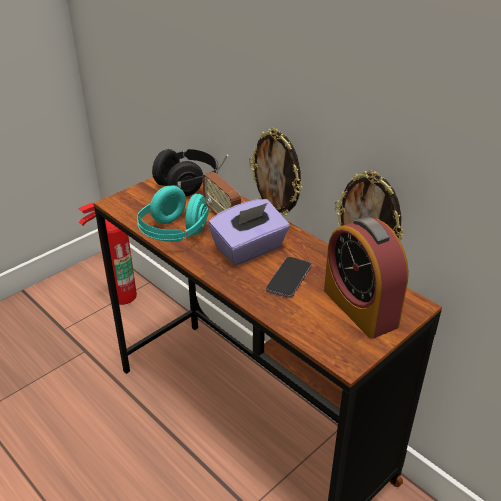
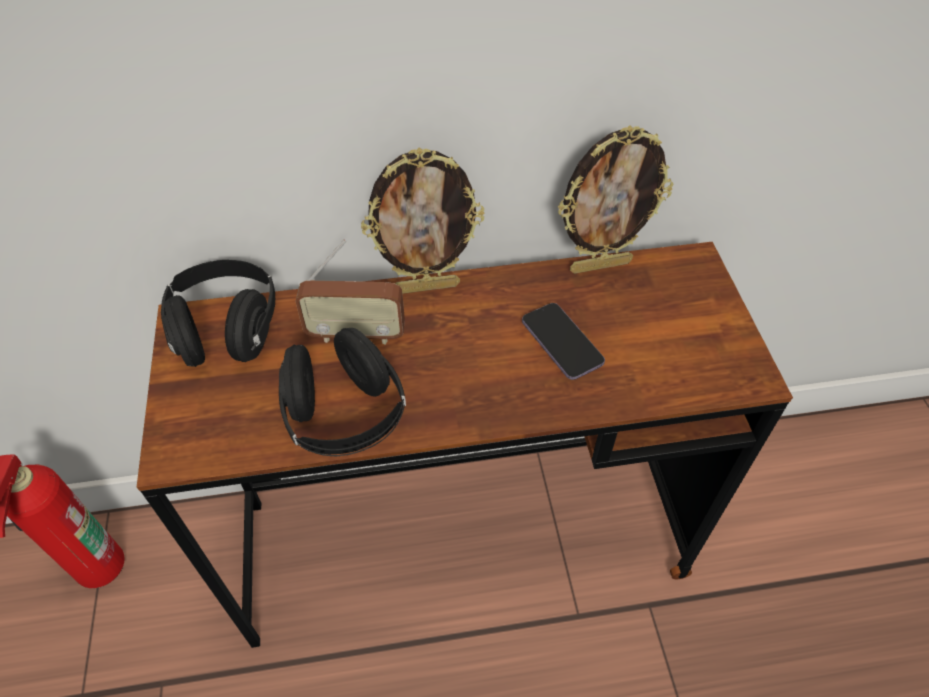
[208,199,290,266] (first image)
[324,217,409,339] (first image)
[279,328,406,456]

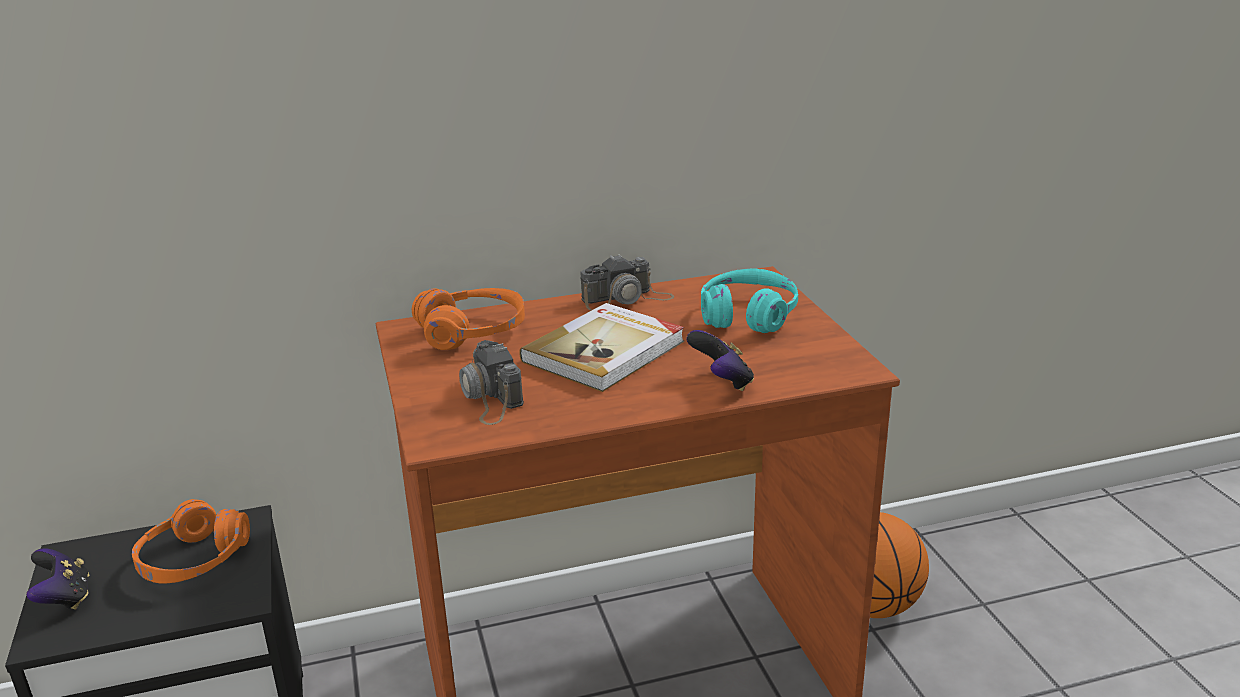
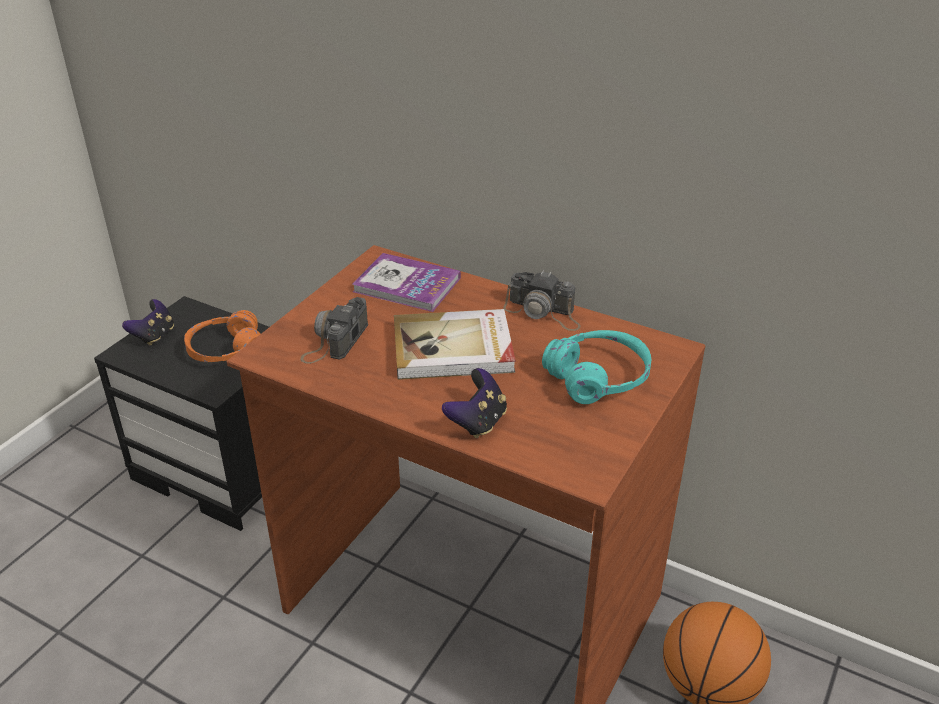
[352,253,461,312]

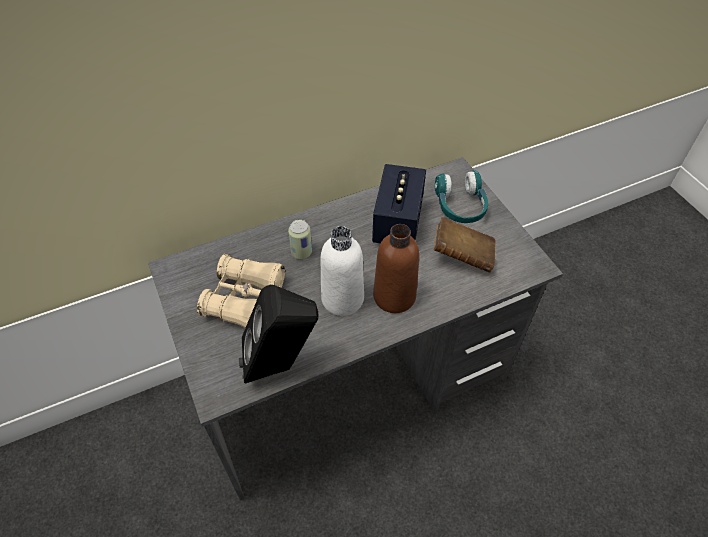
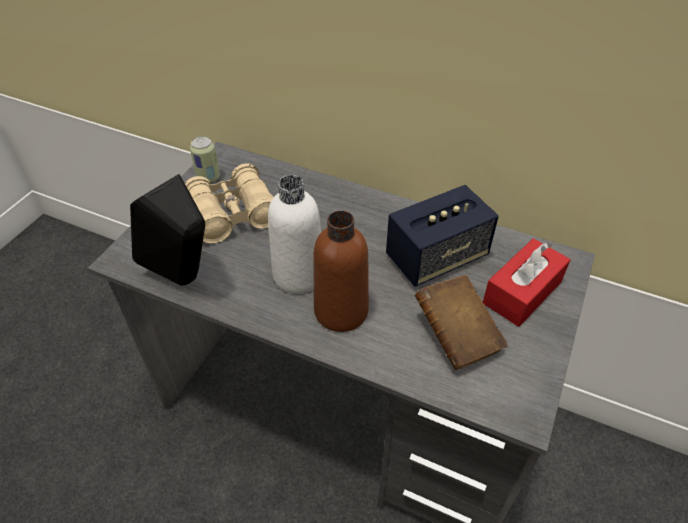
[190,137,220,183]
[483,238,570,327]

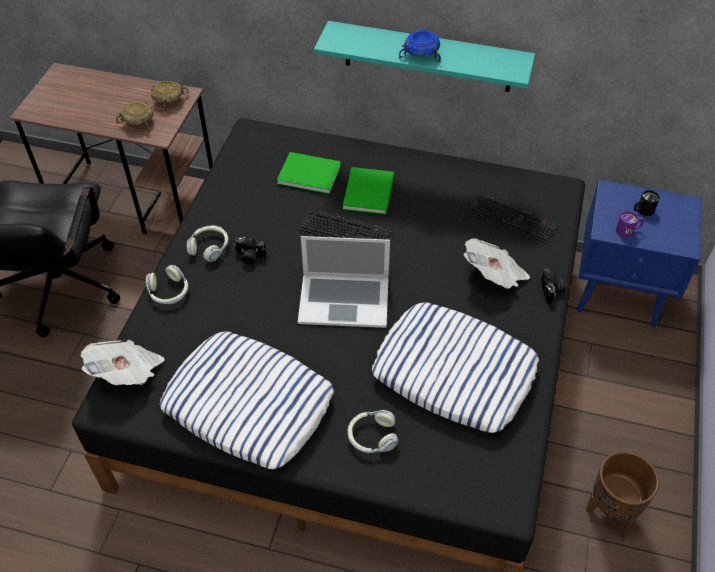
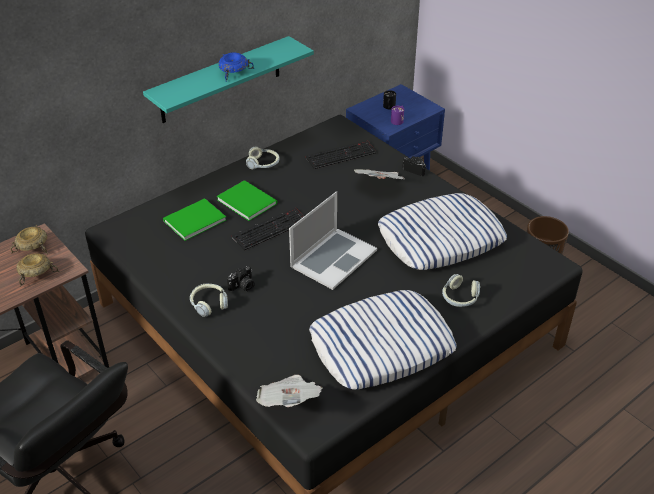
[246,146,279,169]

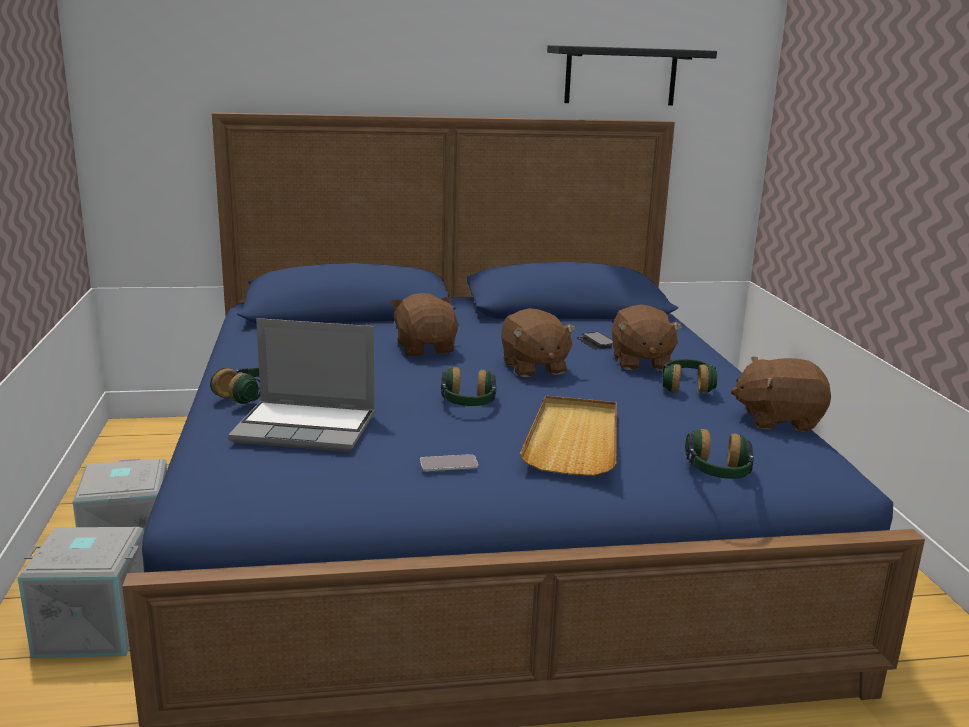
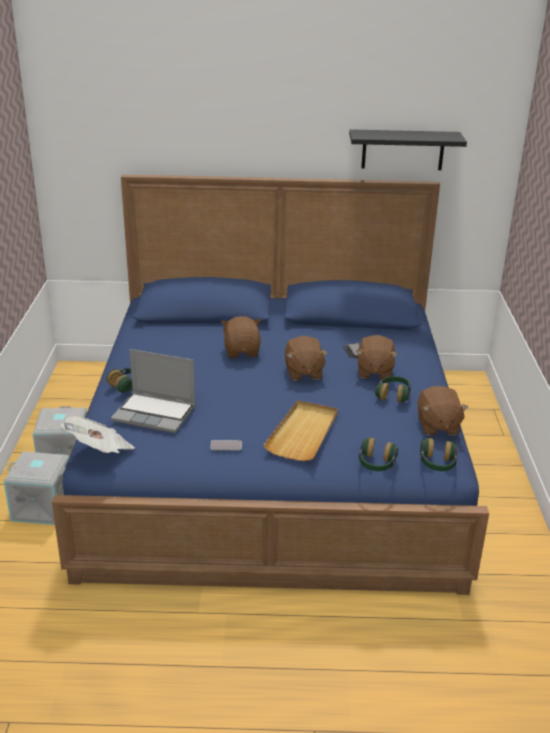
[60,416,135,453]
[420,438,457,471]
[418,386,468,435]

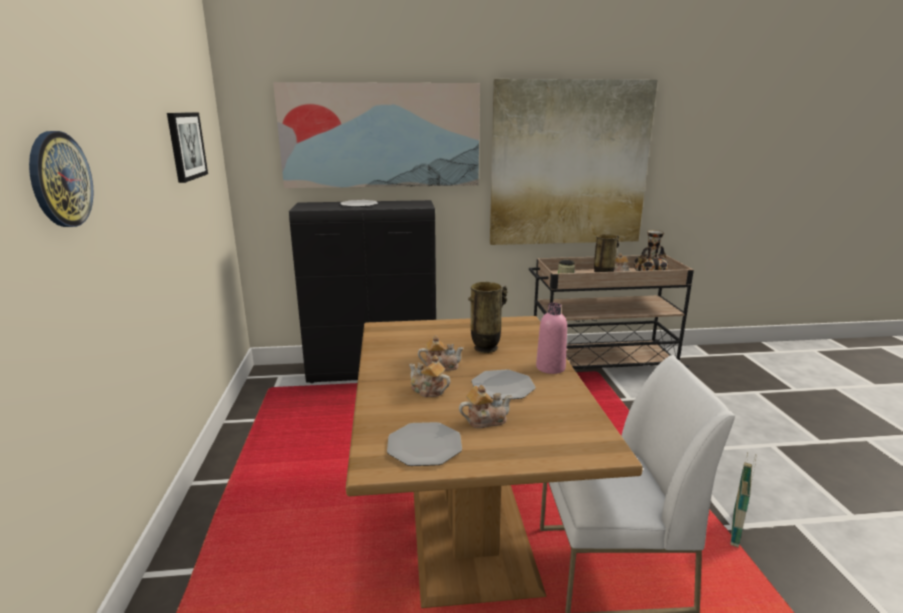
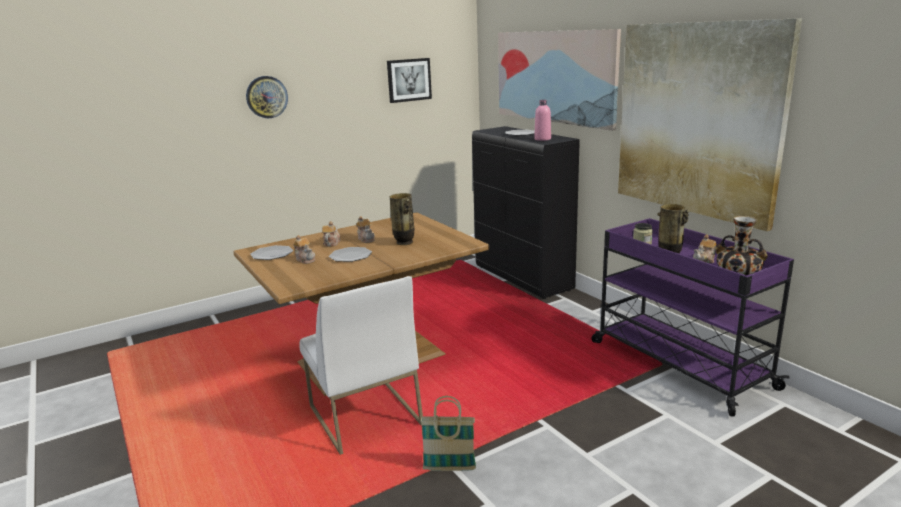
[534,100,551,141]
[591,218,794,416]

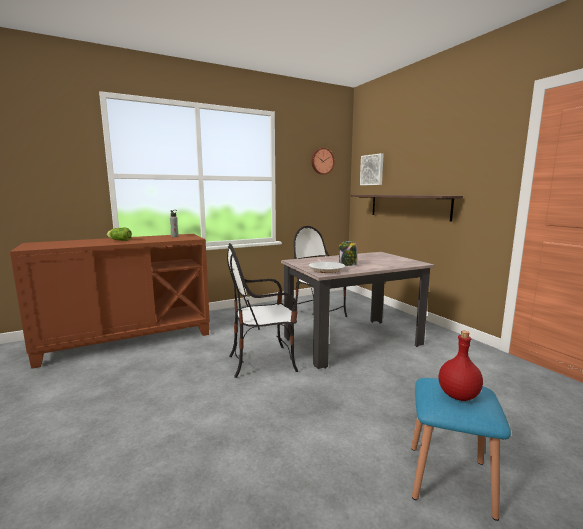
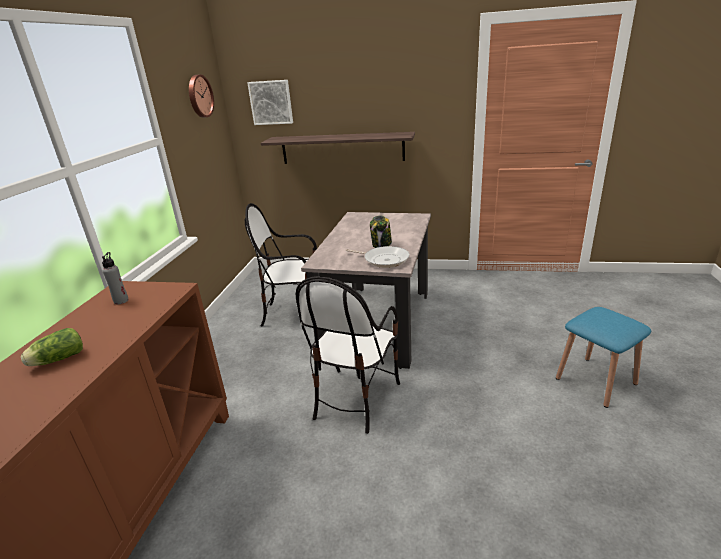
[439,331,483,401] (first image)

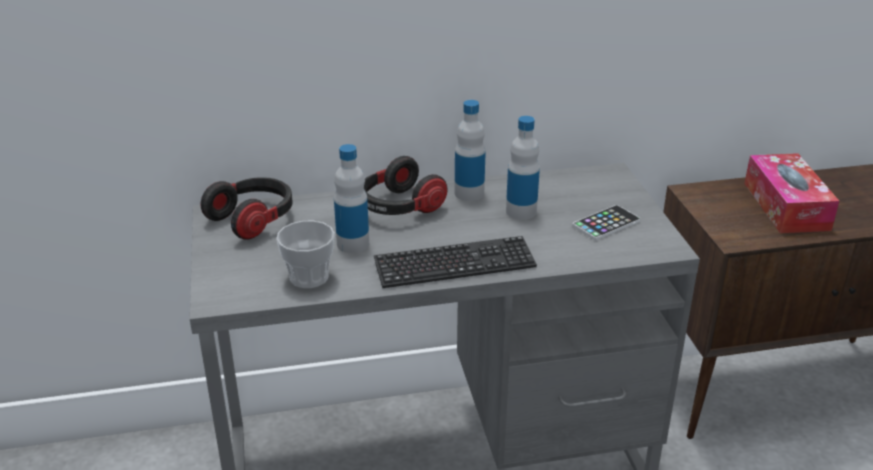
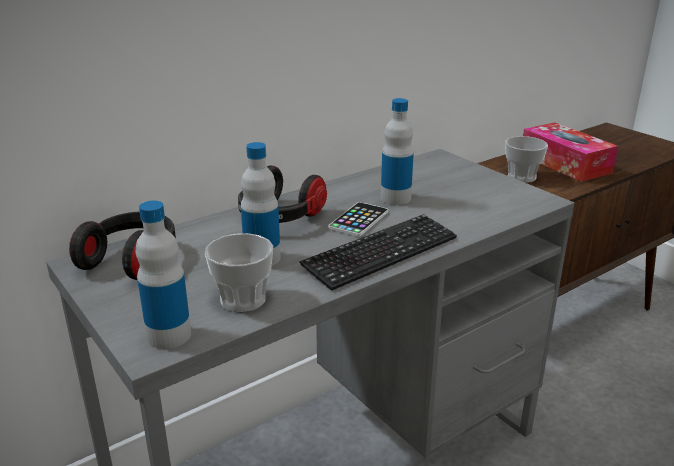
[505,136,548,183]
[136,201,191,349]
[328,202,389,237]

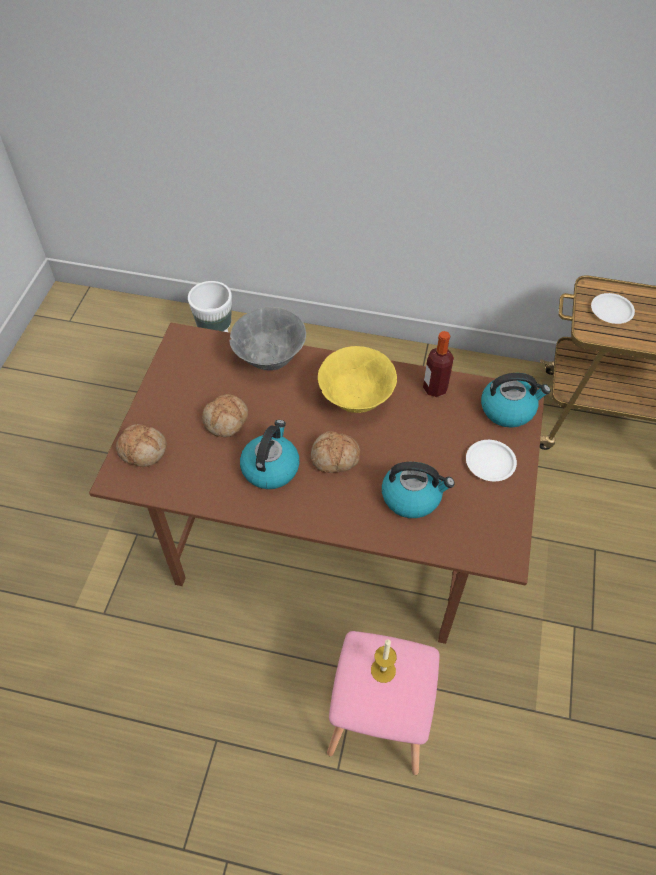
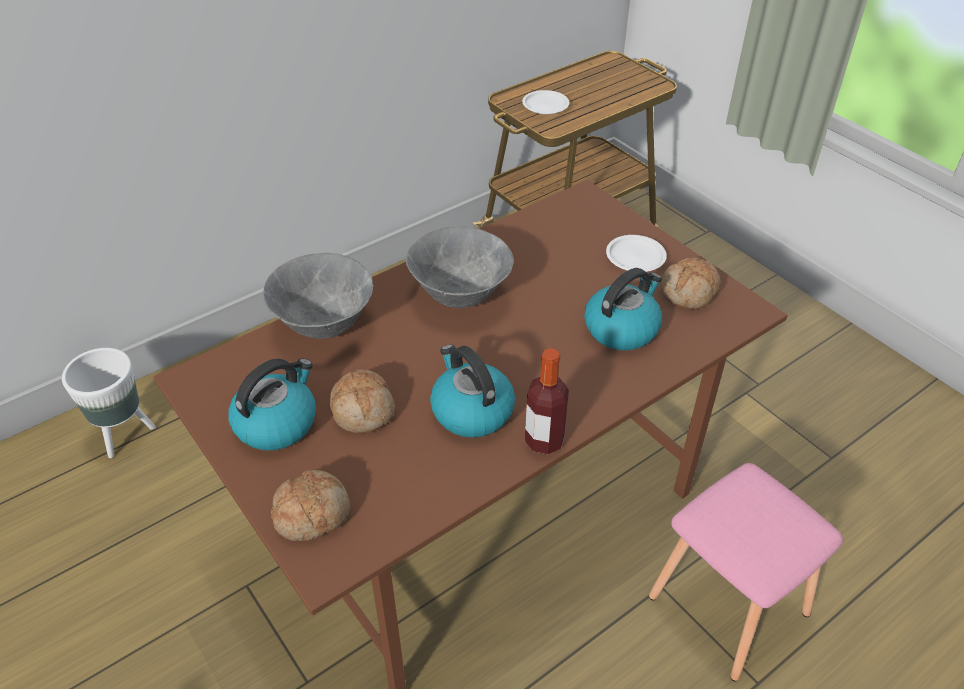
[371,639,397,683] (first image)
[660,258,721,310]
[525,348,569,455]
[228,359,316,450]
[406,226,514,308]

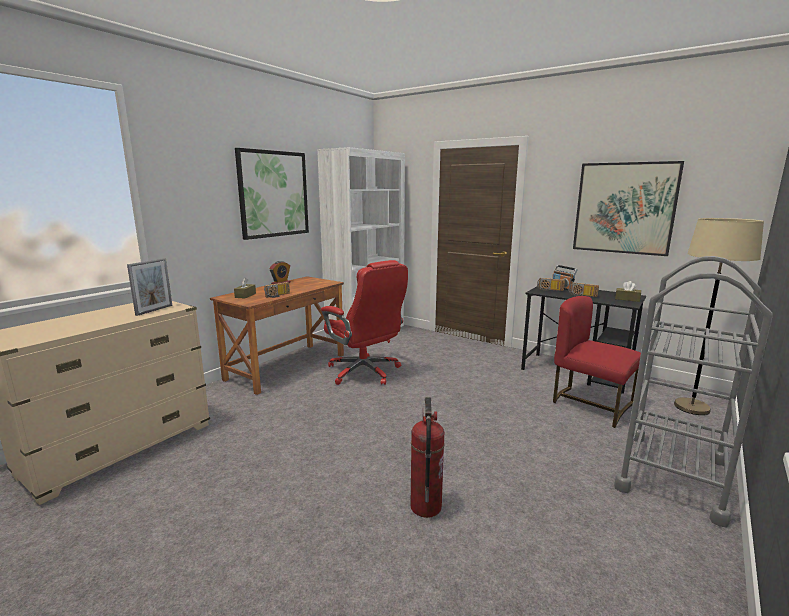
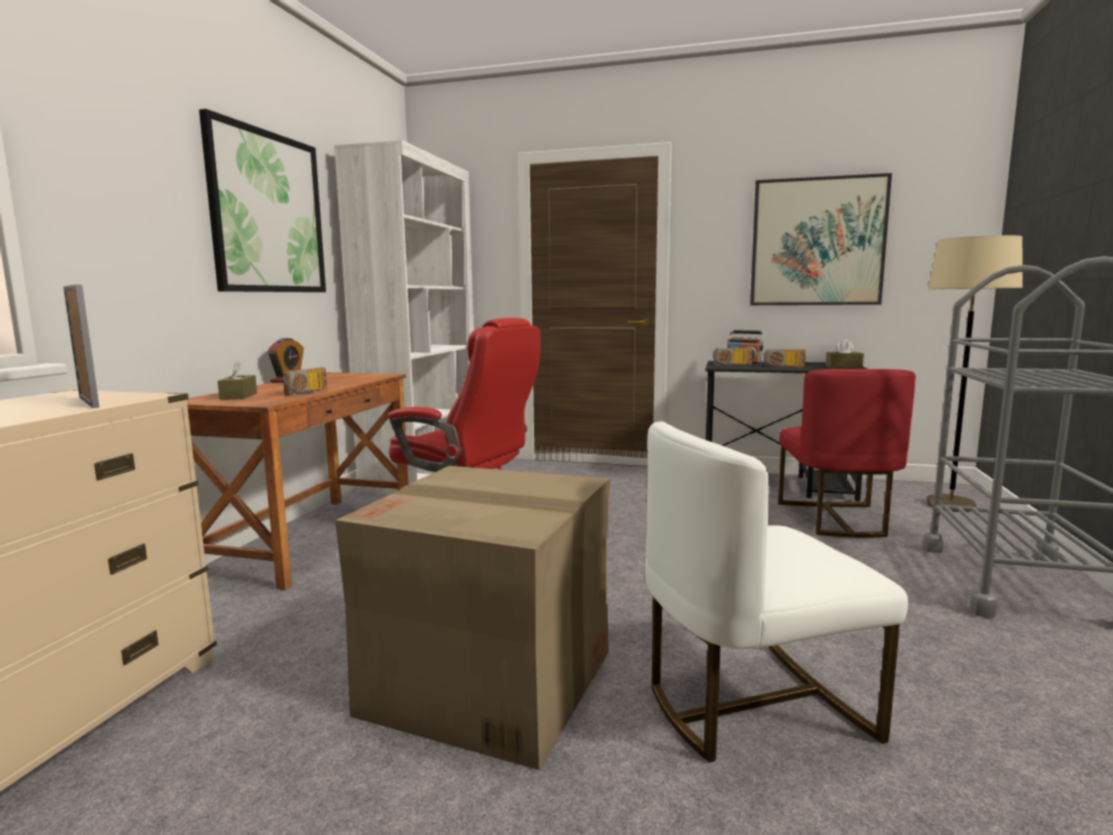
[335,466,610,770]
[645,421,908,763]
[63,284,99,408]
[778,369,916,538]

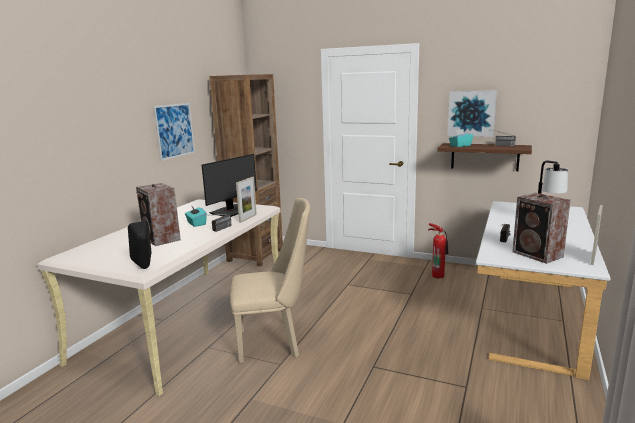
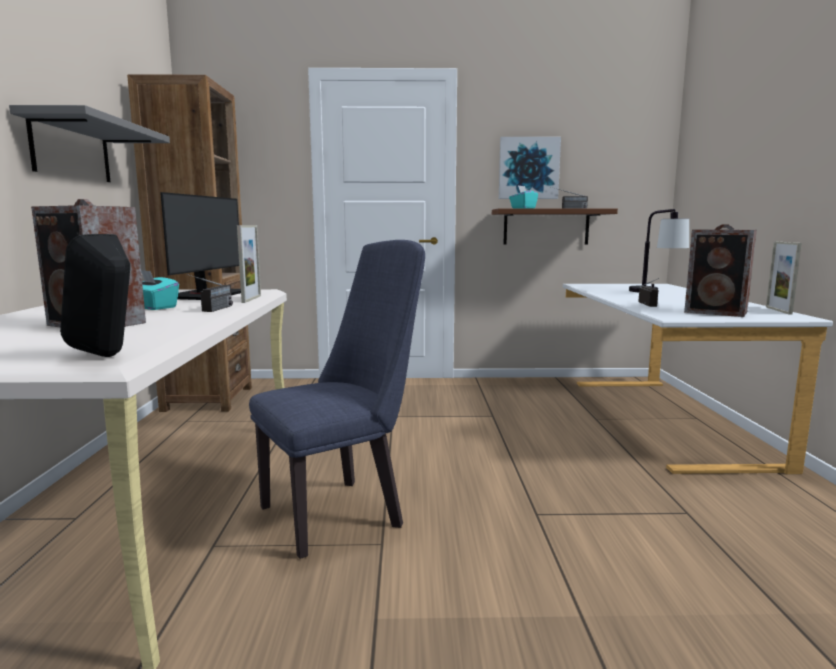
[428,223,448,278] (first image)
[9,105,170,182]
[249,240,425,559]

